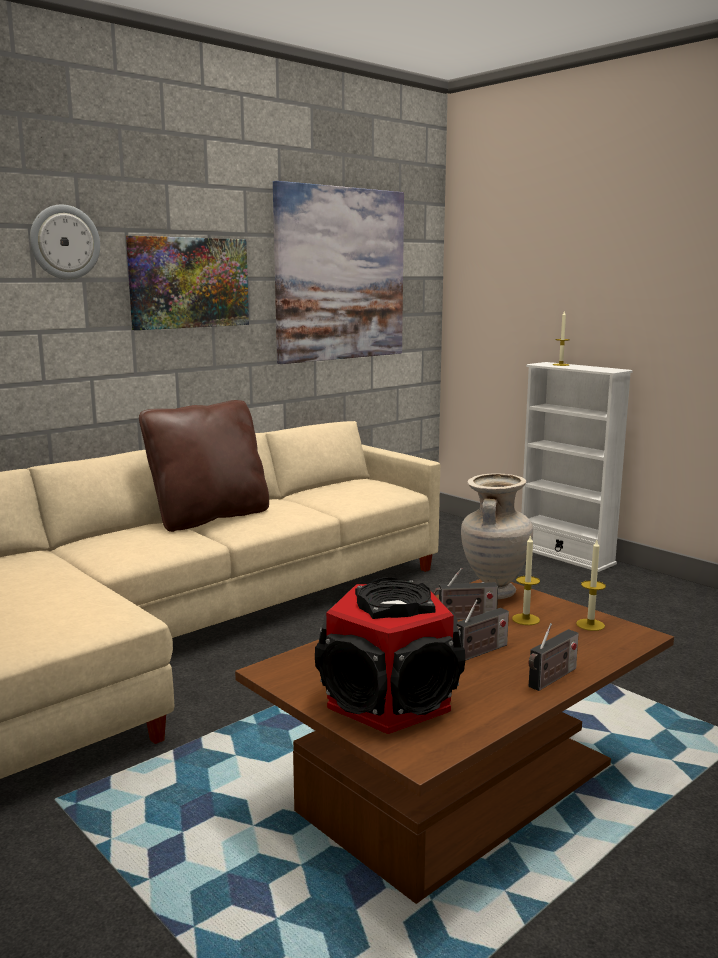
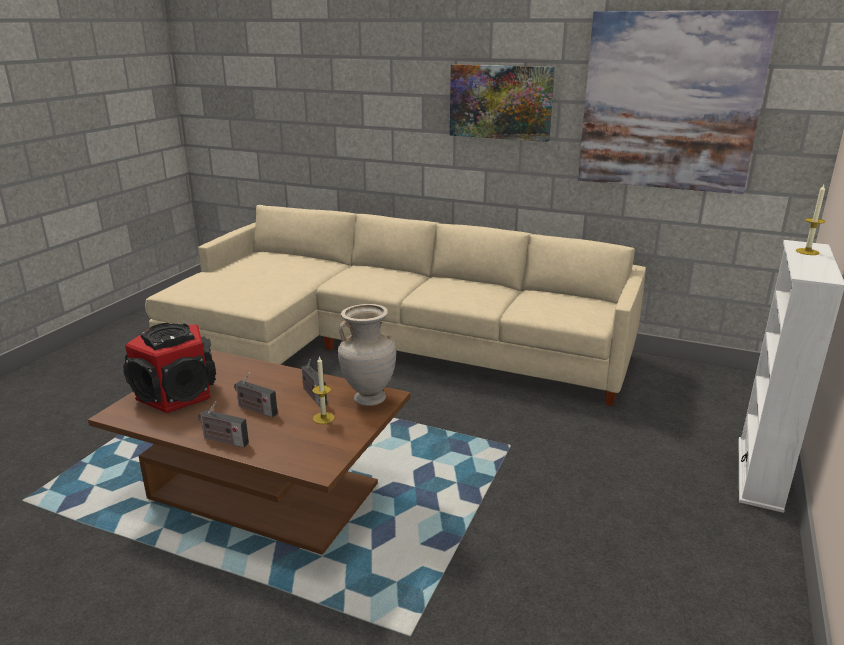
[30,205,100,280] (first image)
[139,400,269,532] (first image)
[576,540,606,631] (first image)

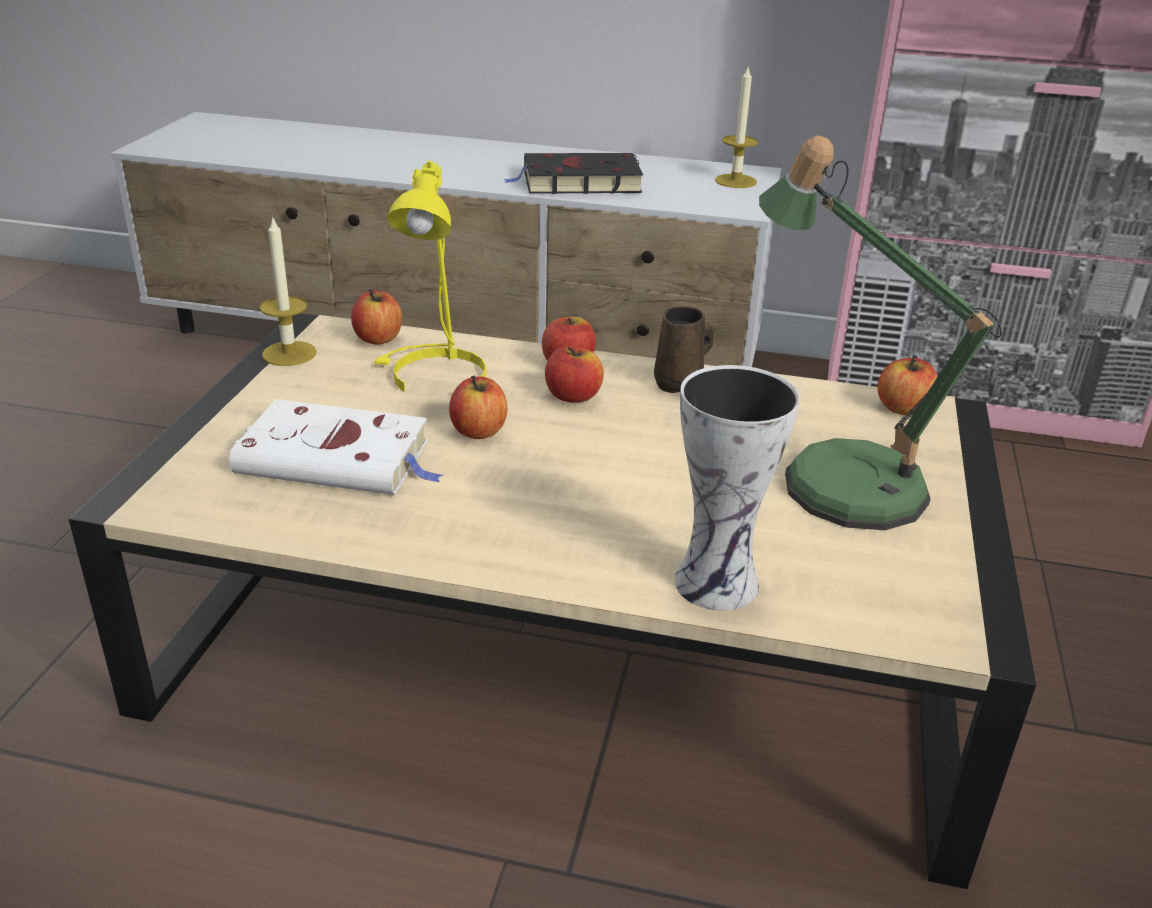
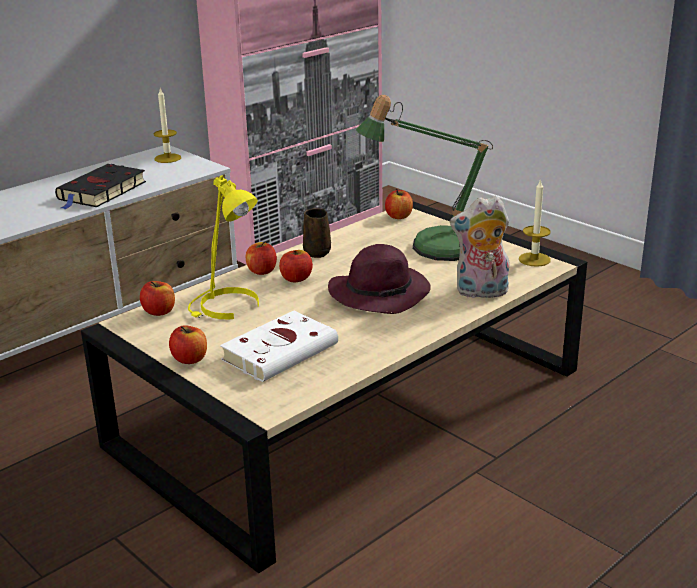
[328,244,431,314]
[519,179,551,267]
[169,325,207,364]
[450,196,510,298]

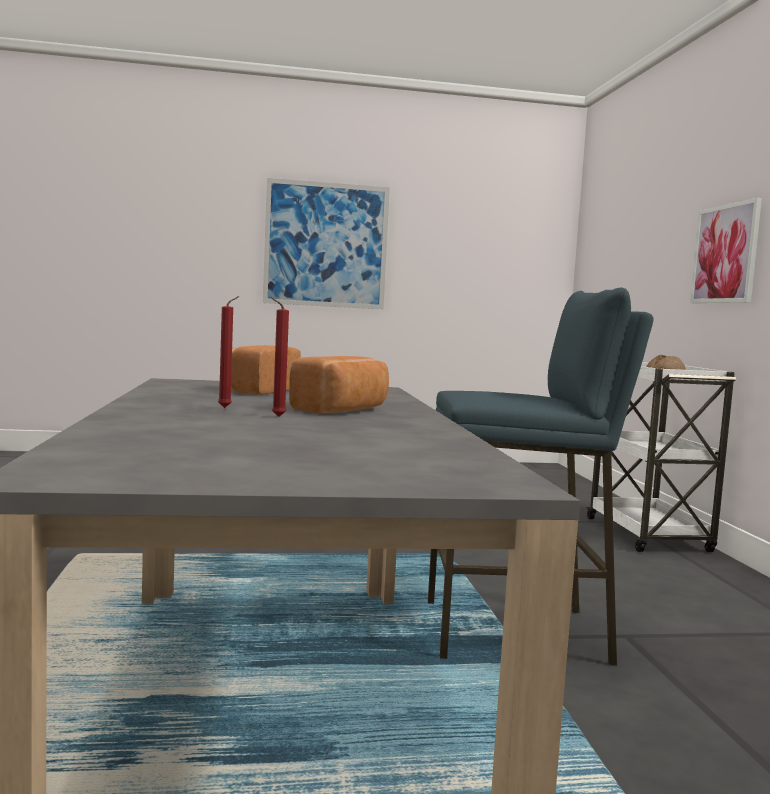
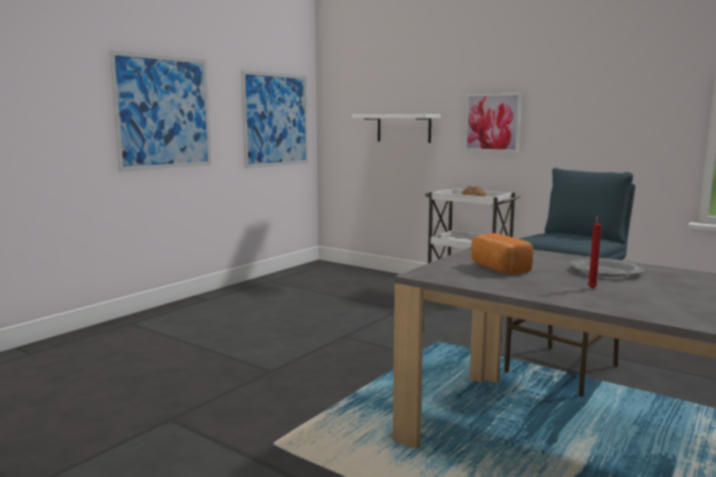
[270,297,289,417] (first image)
[241,70,308,168]
[352,114,441,143]
[570,258,644,277]

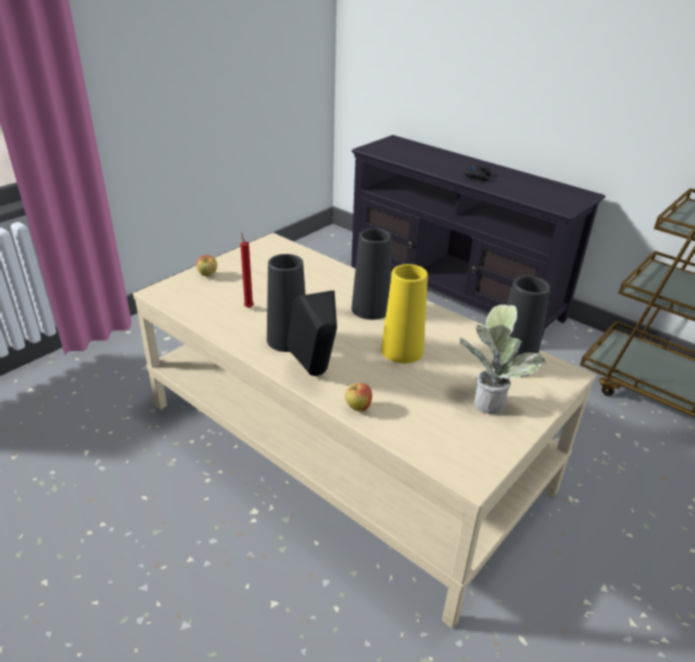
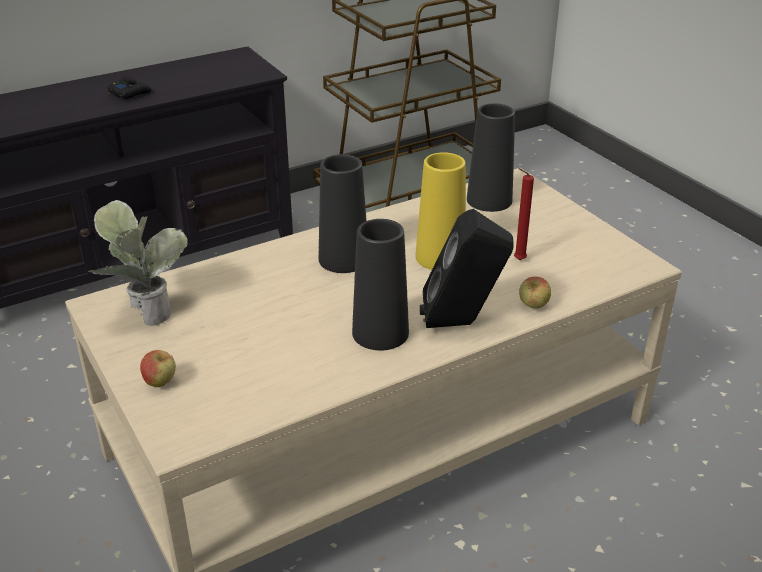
[514,168,534,260]
[88,200,188,326]

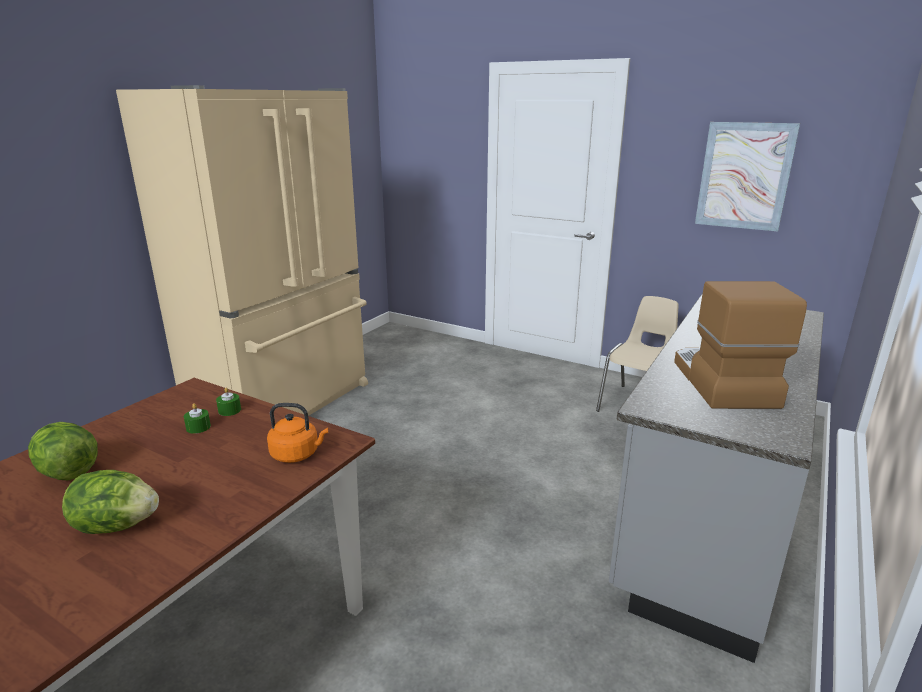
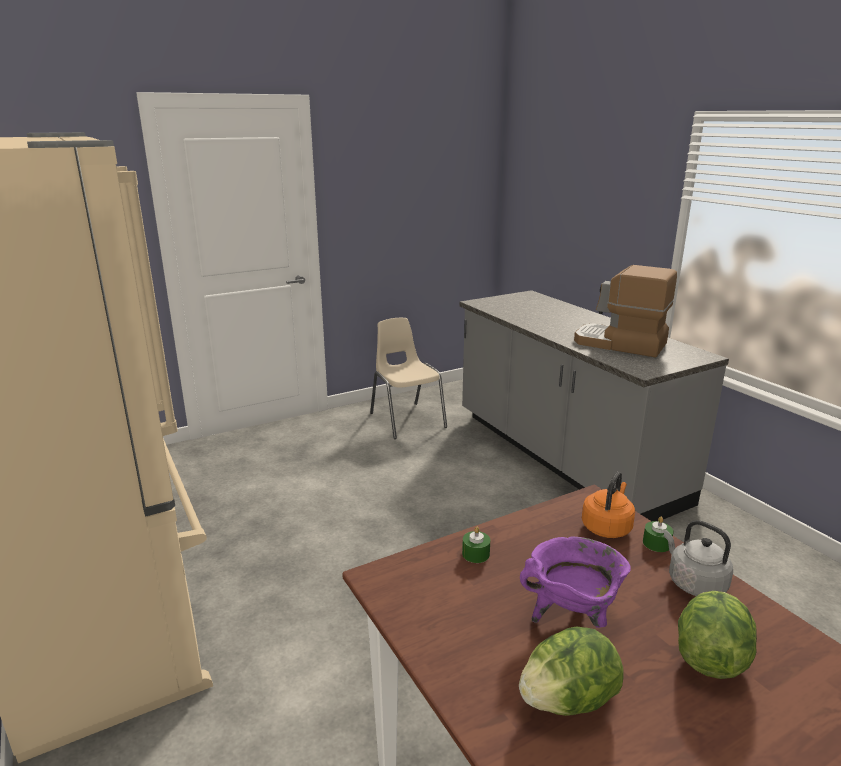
[695,122,800,232] (first image)
[520,537,631,628]
[664,520,733,596]
[643,517,673,552]

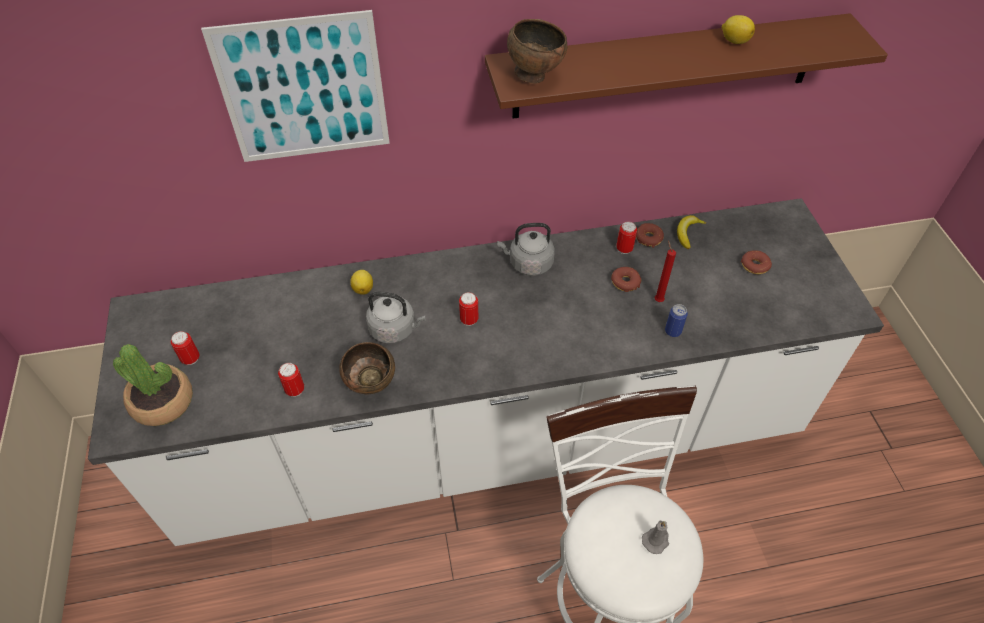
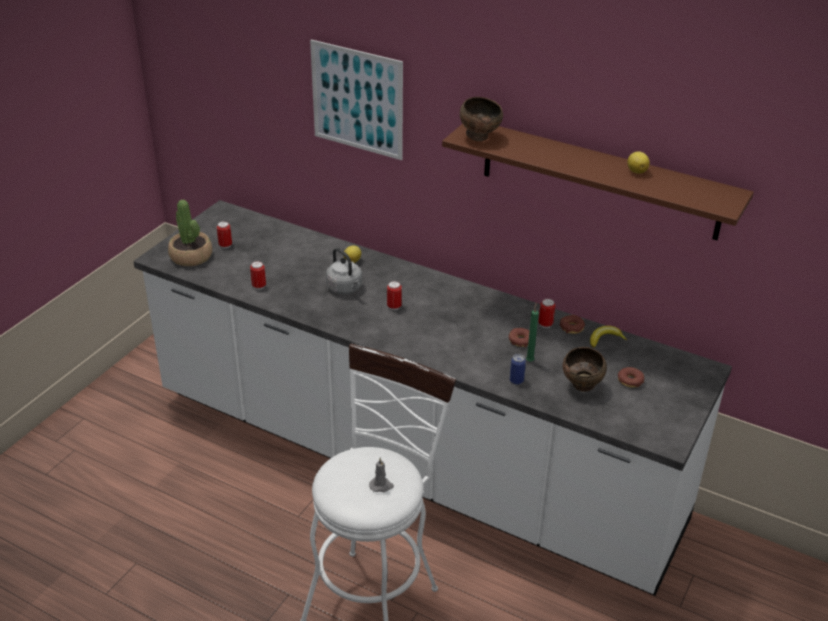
[497,223,555,276] (first image)
[563,347,607,392]
[526,302,539,362]

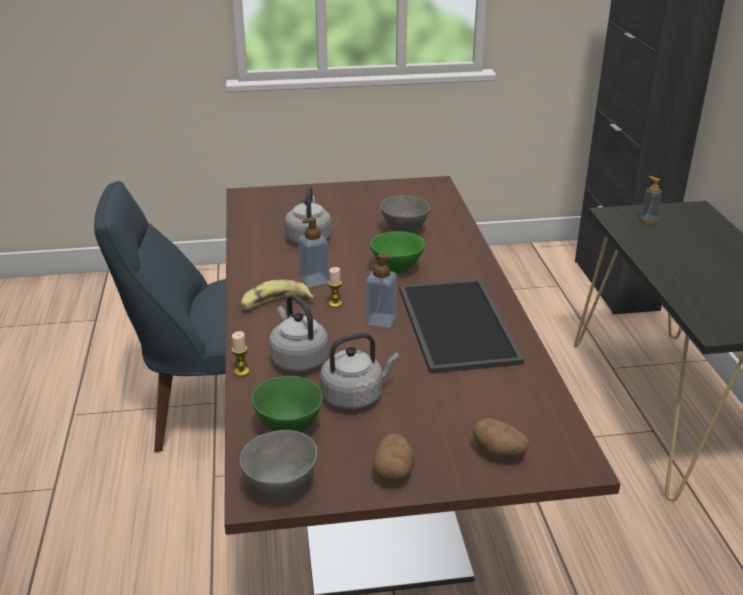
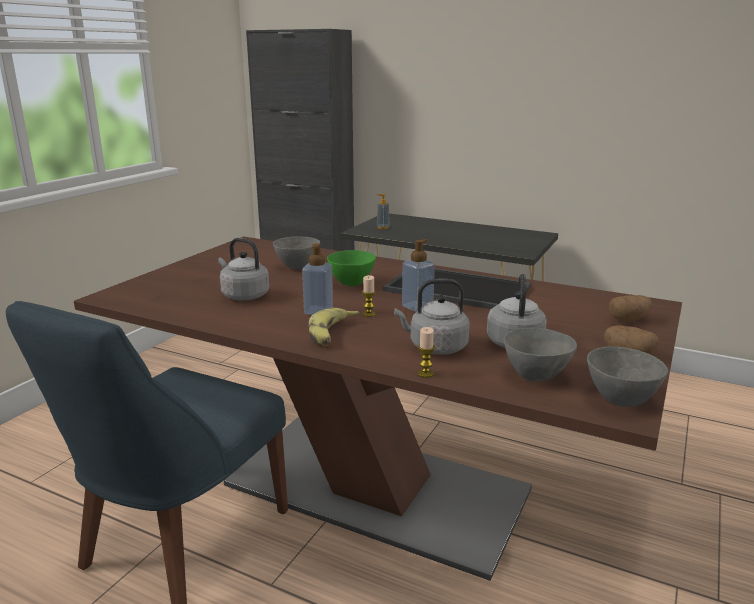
[504,328,577,382]

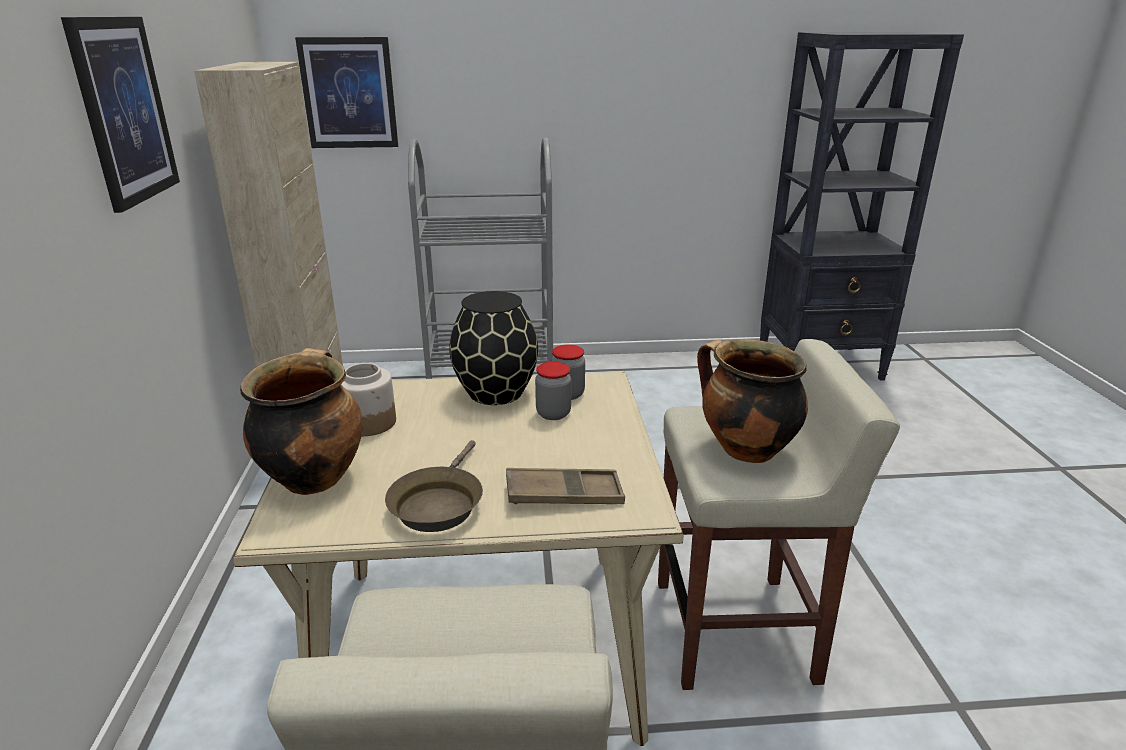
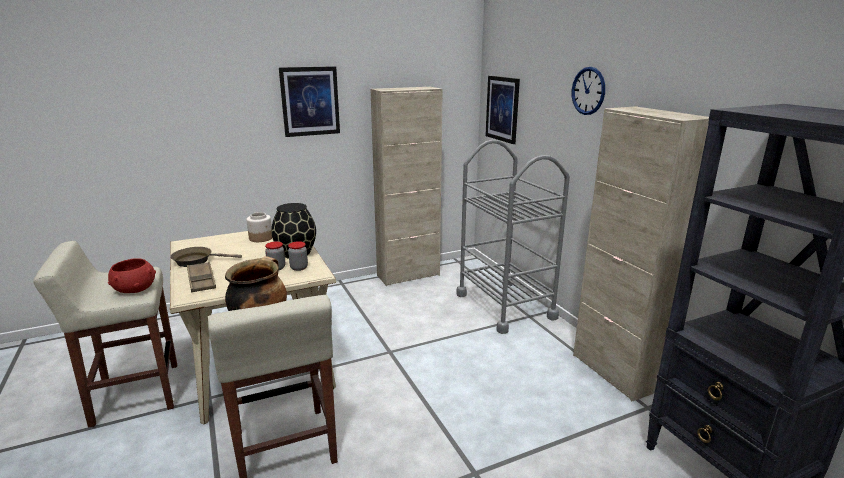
[240,348,363,495] (first image)
[108,258,156,293]
[572,67,605,115]
[573,106,709,401]

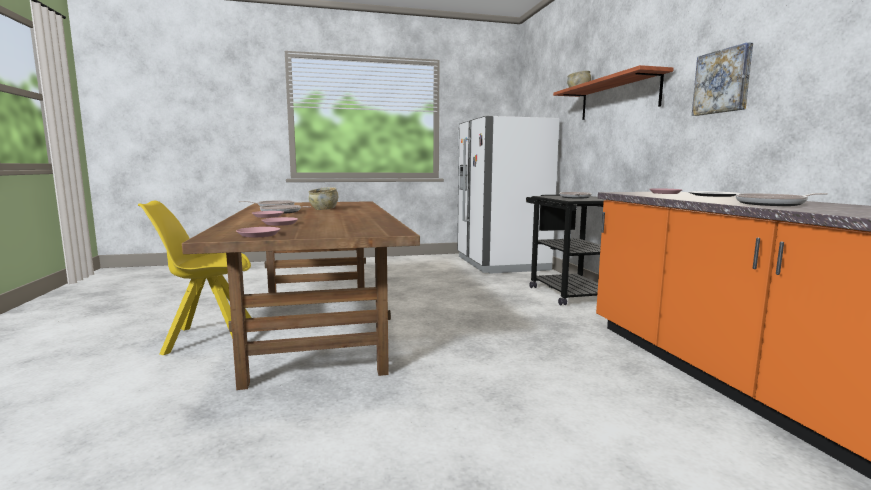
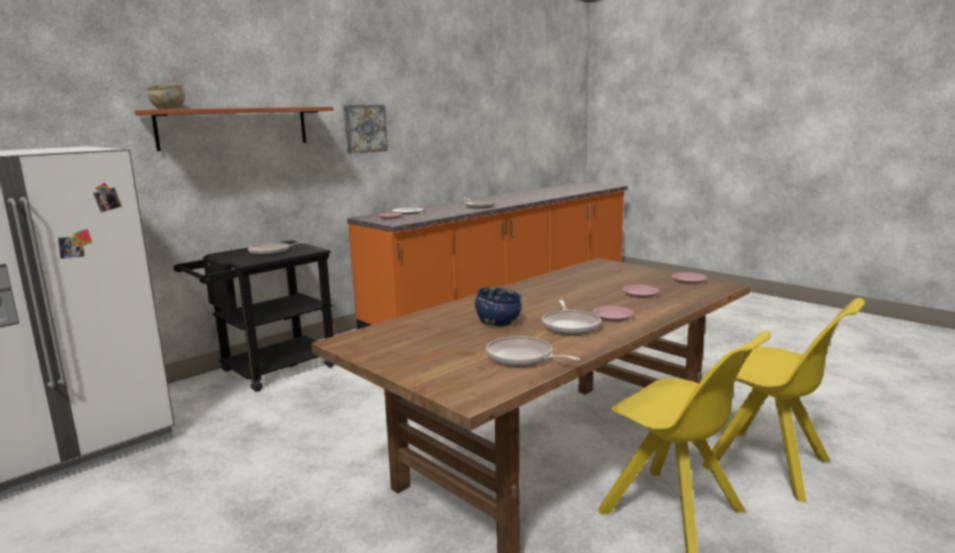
[702,298,865,501]
[475,287,521,326]

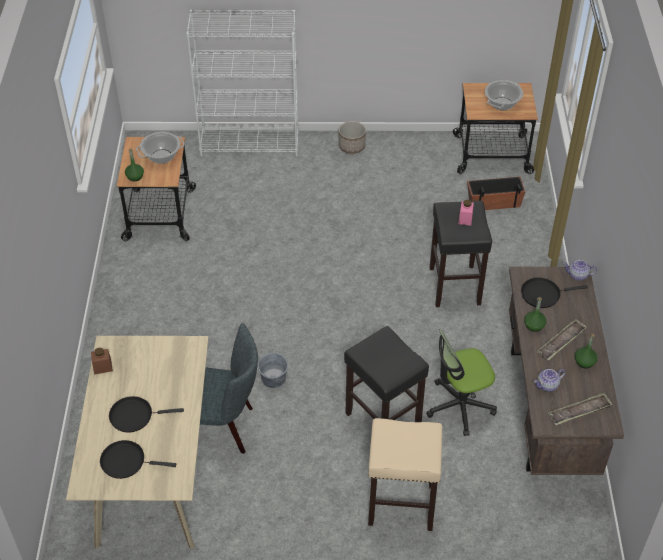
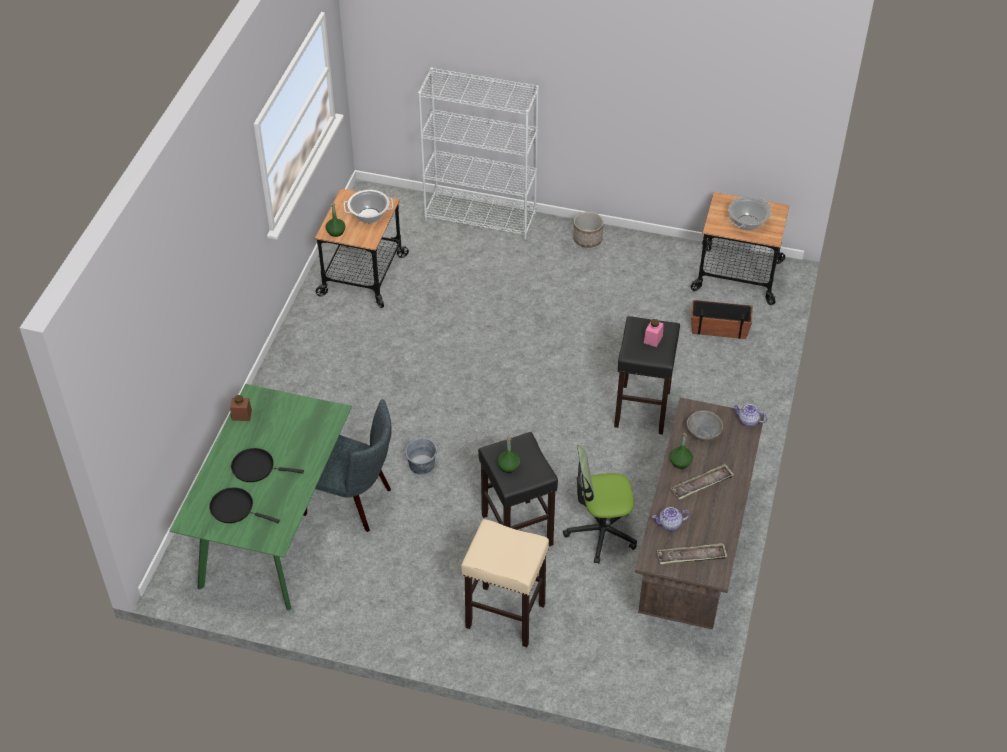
[497,437,520,473]
[687,411,723,441]
[170,384,352,610]

